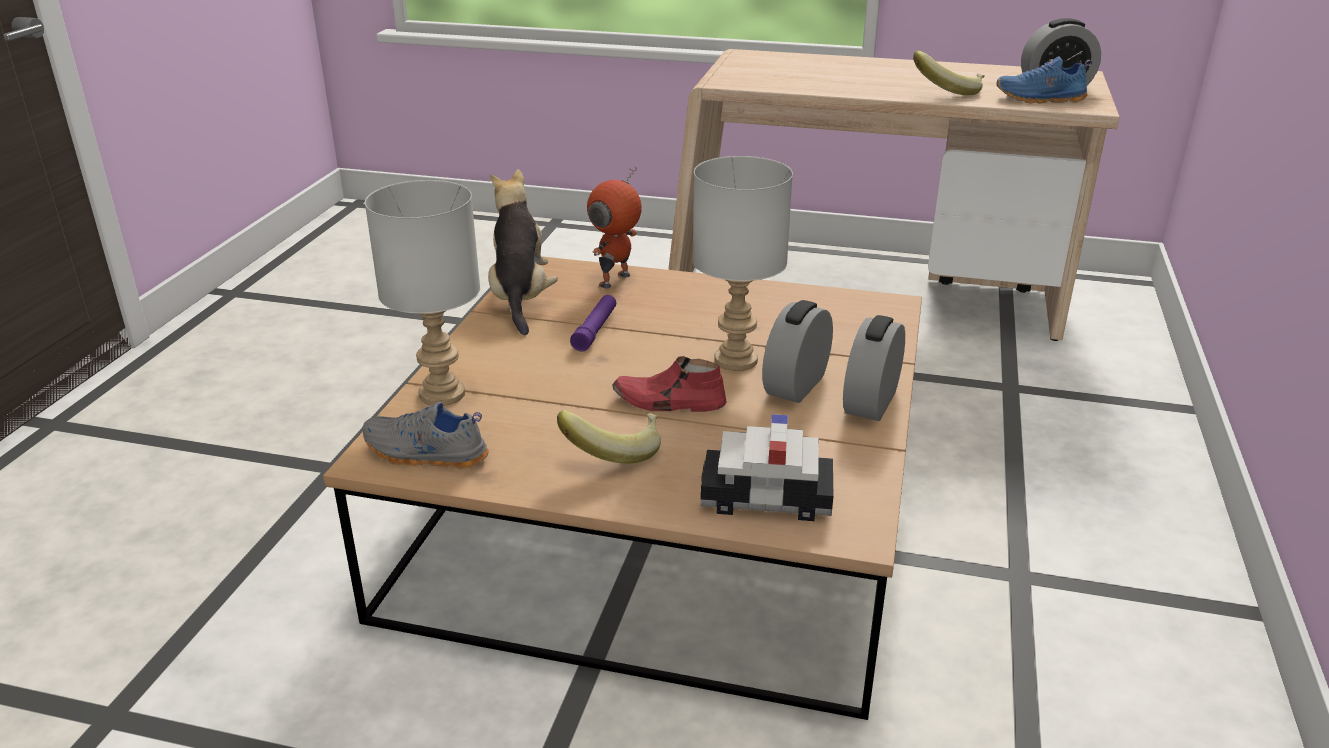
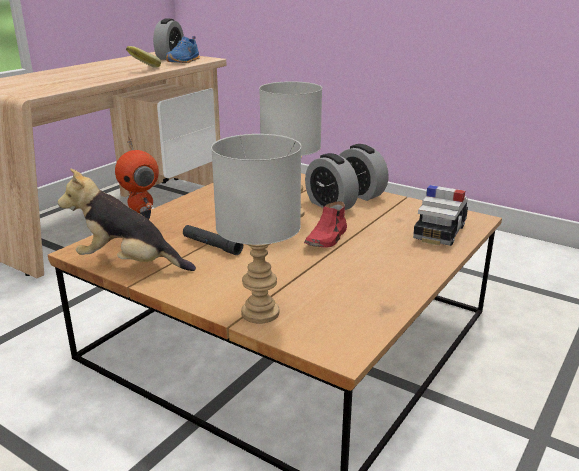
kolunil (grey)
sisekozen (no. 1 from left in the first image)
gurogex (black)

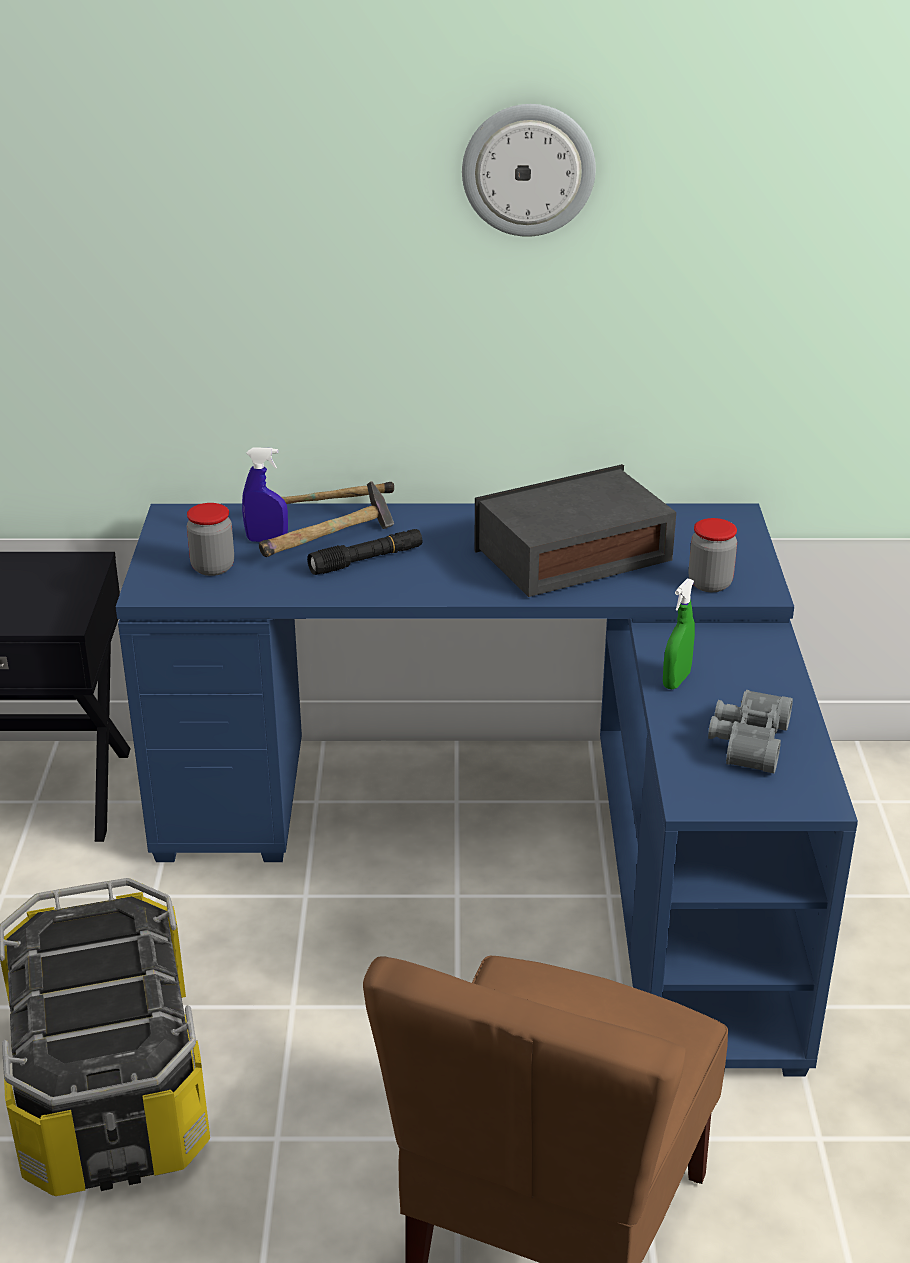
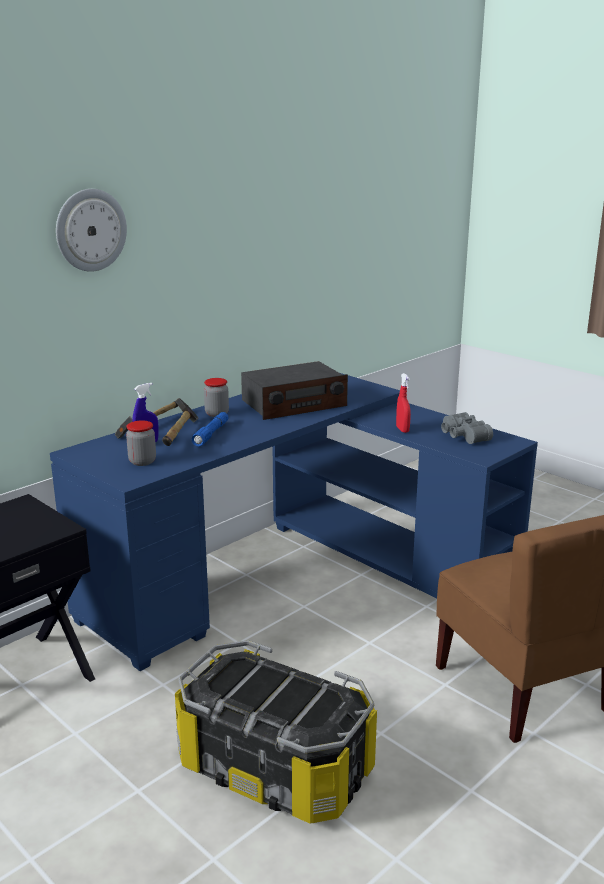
gurogex (blue)
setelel
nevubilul
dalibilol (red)
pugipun (no. 2 from left)

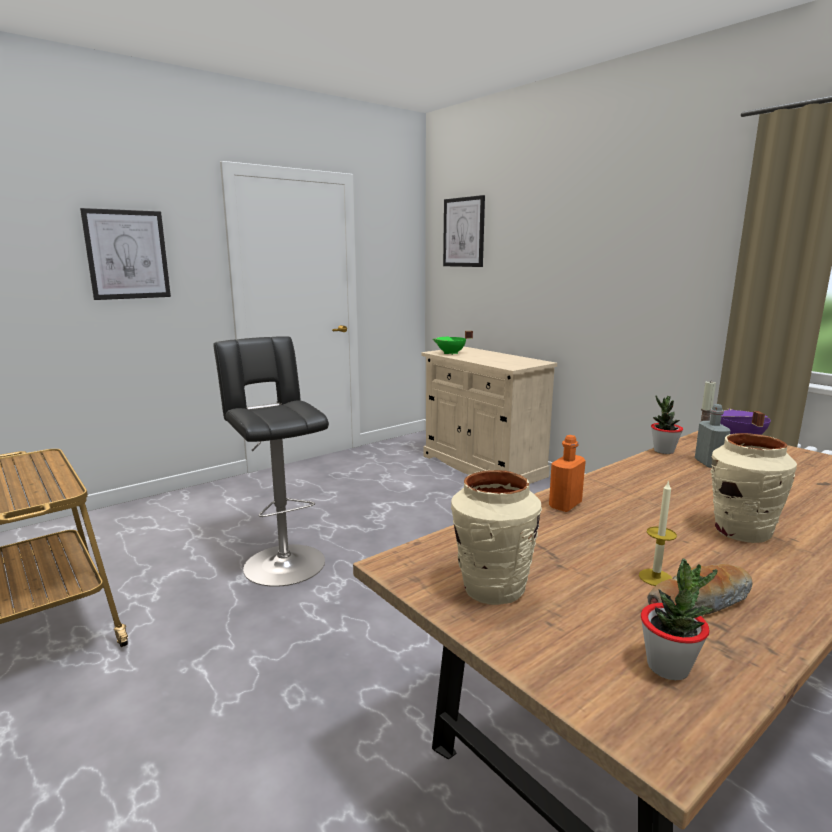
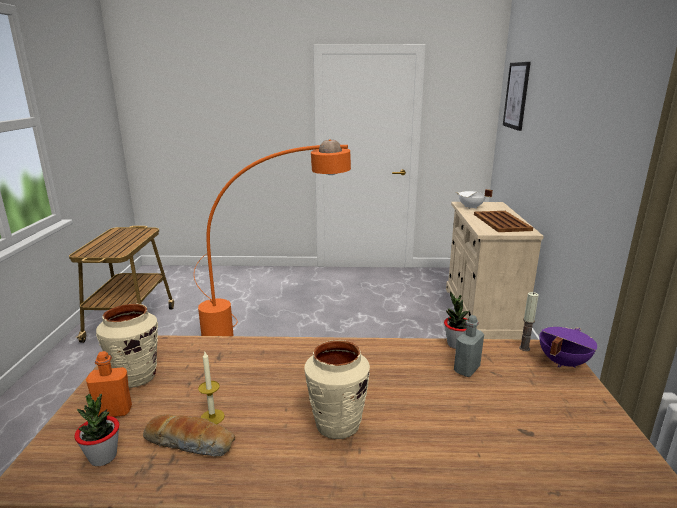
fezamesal (no. 1 from left in the first image)
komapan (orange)
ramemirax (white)
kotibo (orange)
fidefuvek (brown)

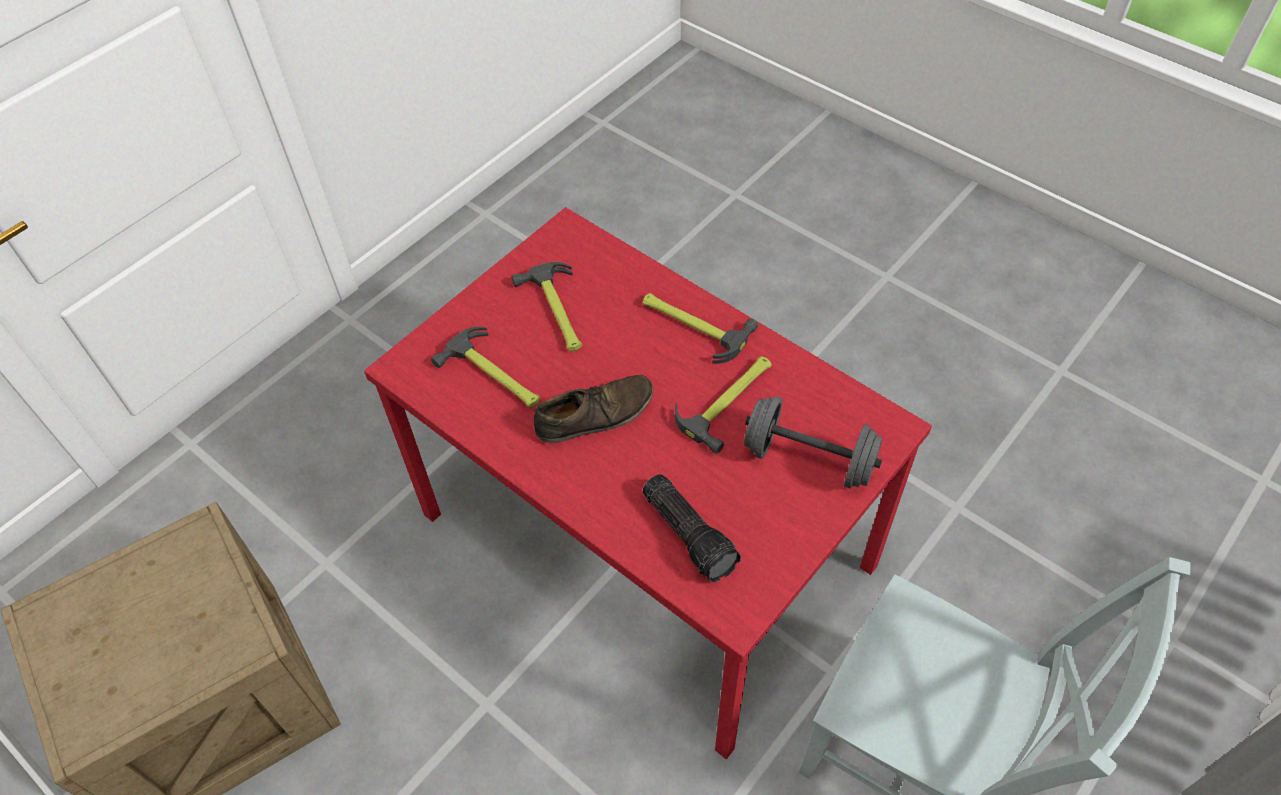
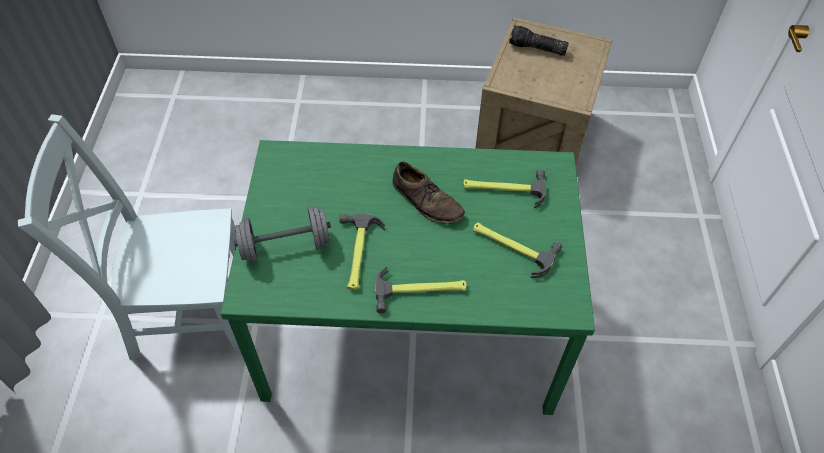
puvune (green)
kolunil (brown)
gurogex

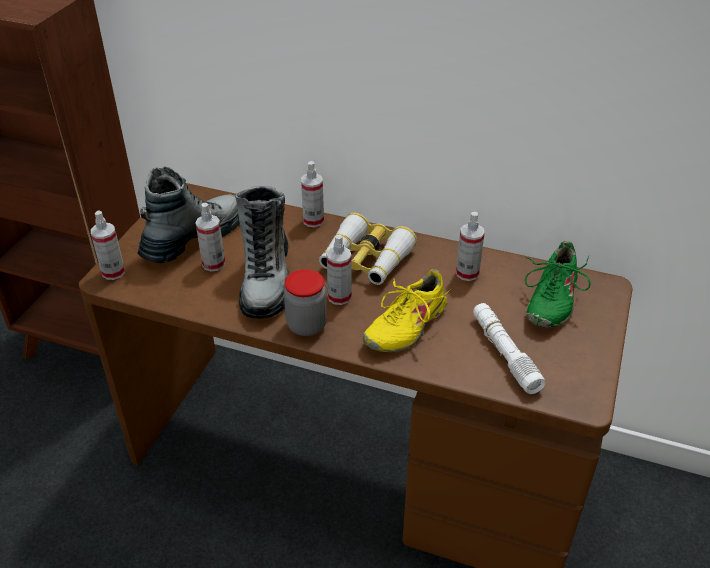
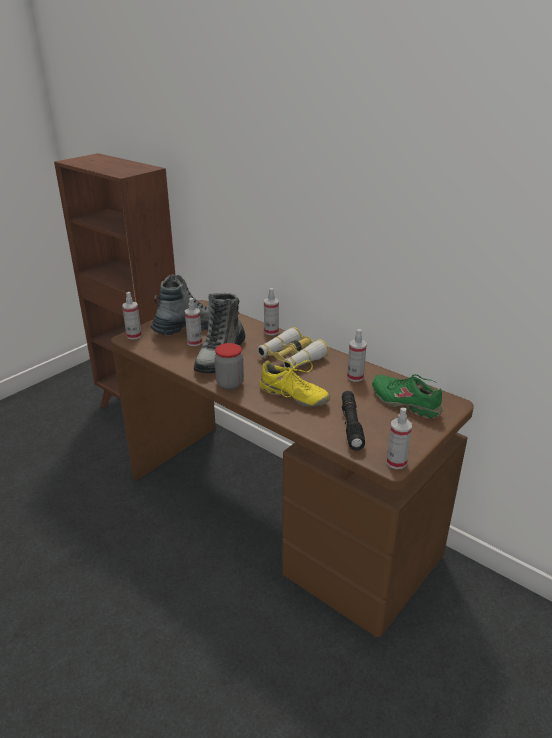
dalibilol (no. 5 from left)
kolunil (yellow)
gurogex (black)
kolunil (green)

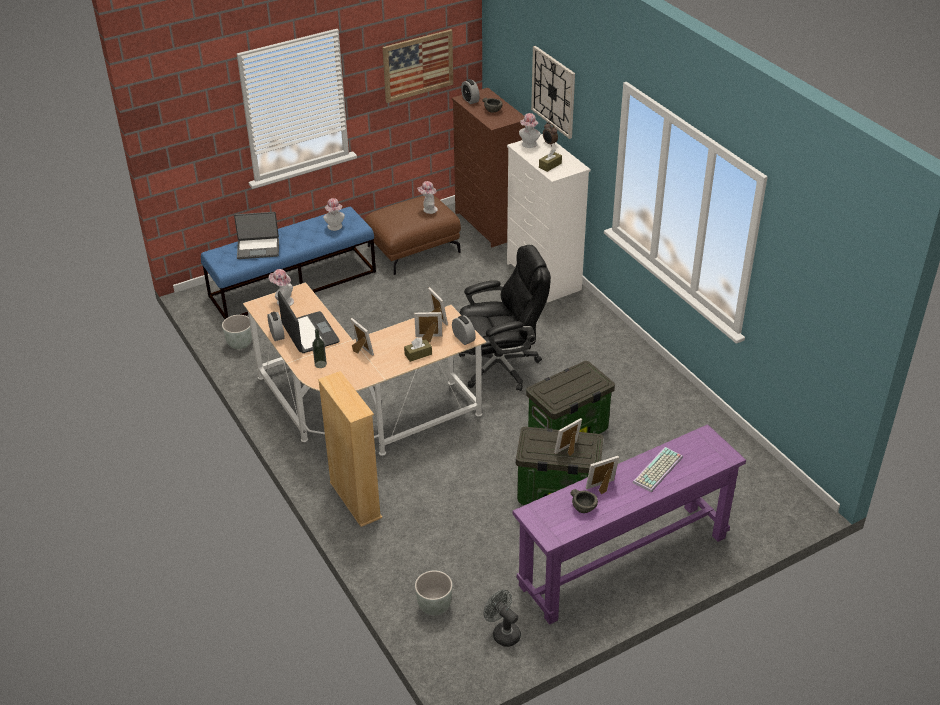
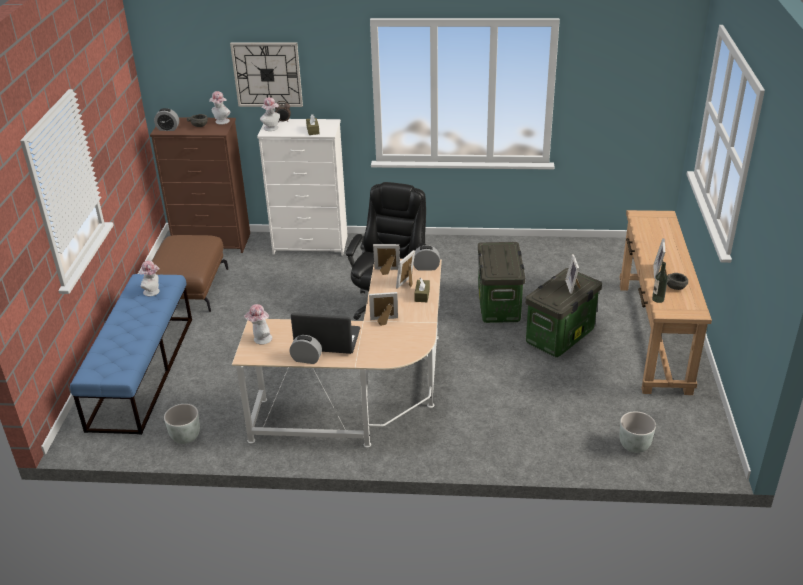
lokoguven (no. 1 from left in the first image)
kotibo
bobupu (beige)
fezamesal
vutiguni (no. 2 from left)
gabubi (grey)
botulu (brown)
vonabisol

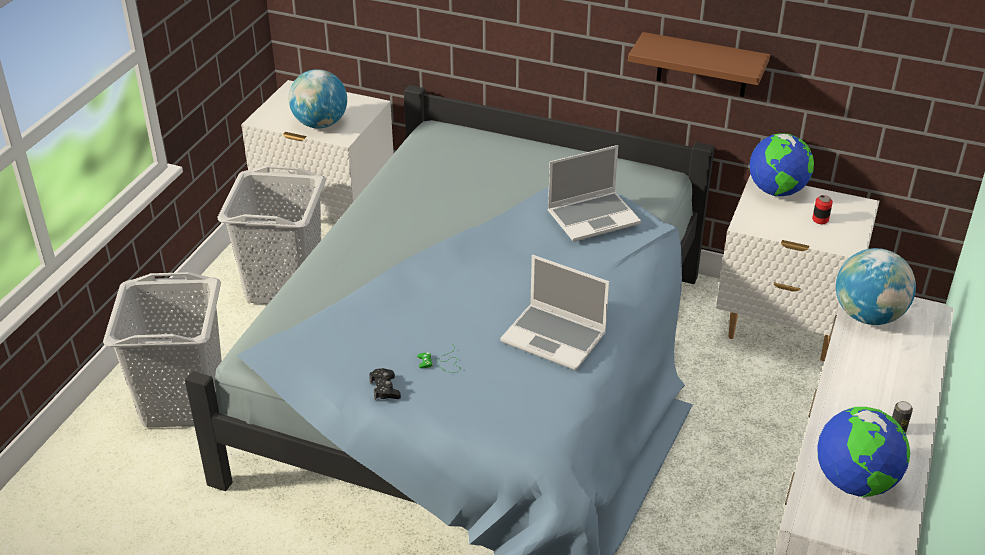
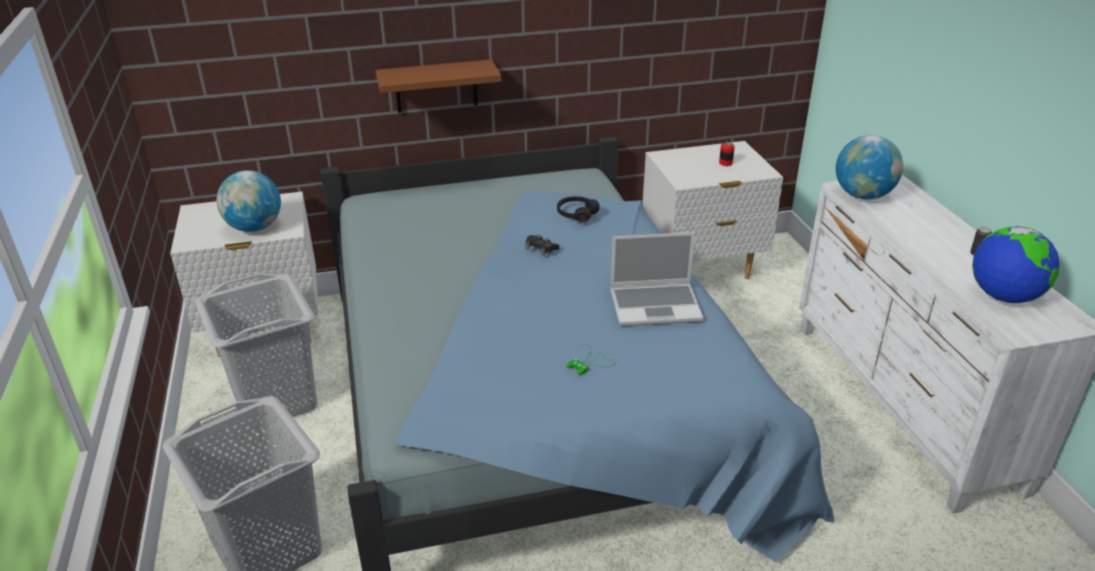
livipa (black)
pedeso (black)
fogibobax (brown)
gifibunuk (no. 2 from left in the first image)

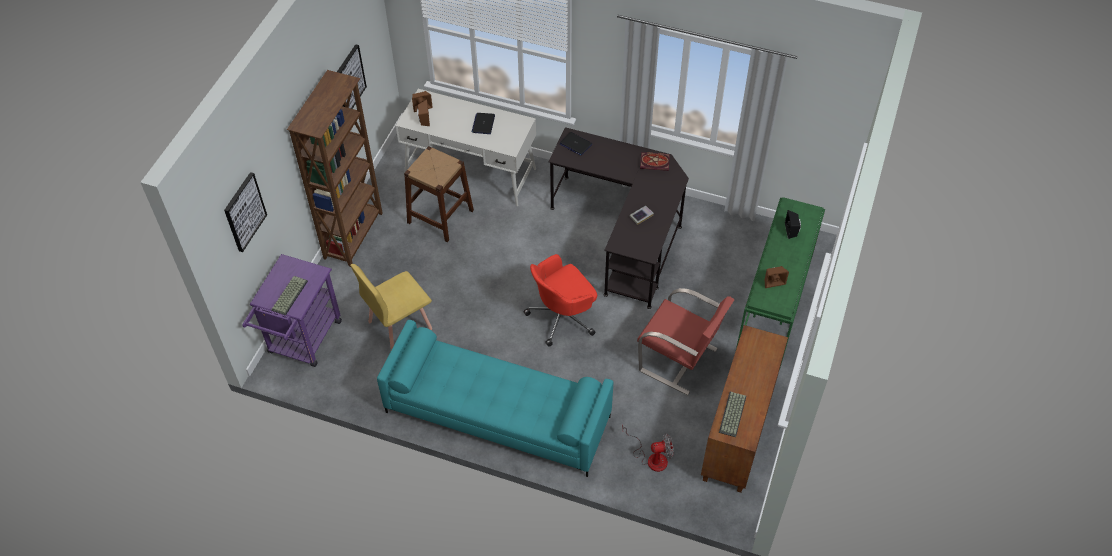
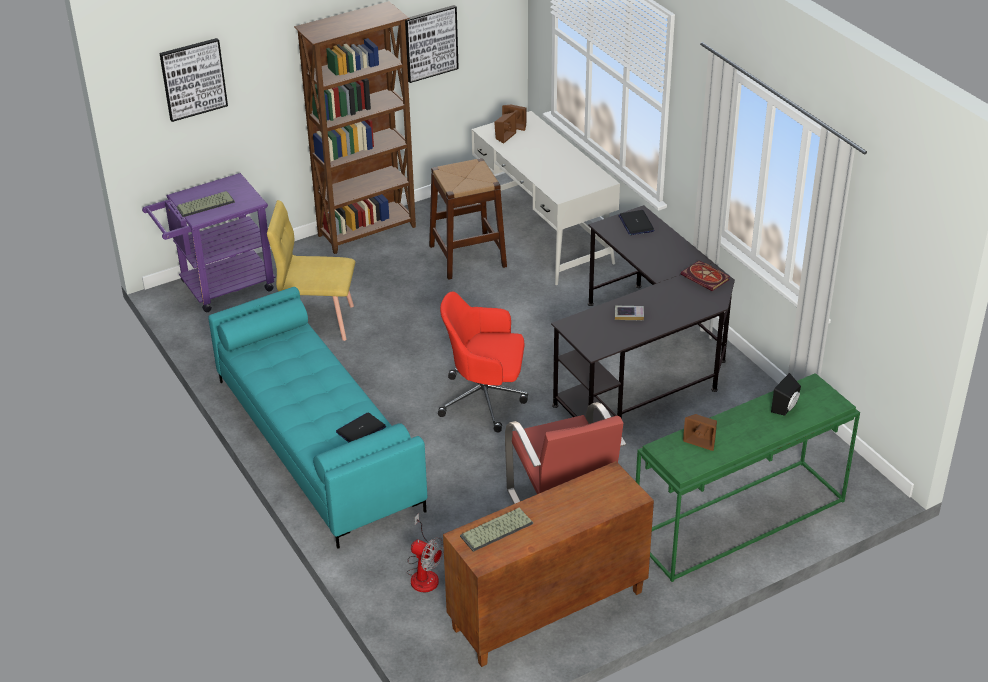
lokoguven (no. 1 from left)

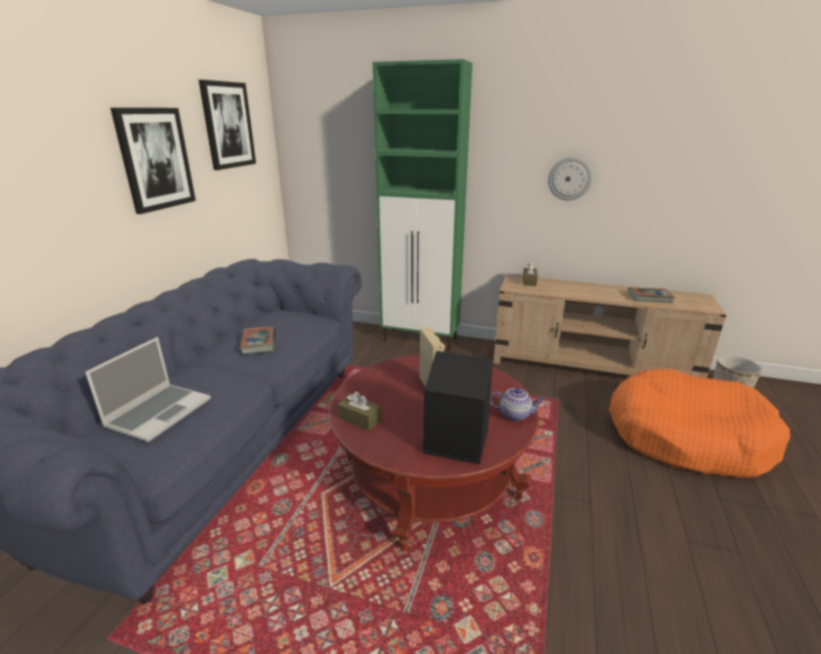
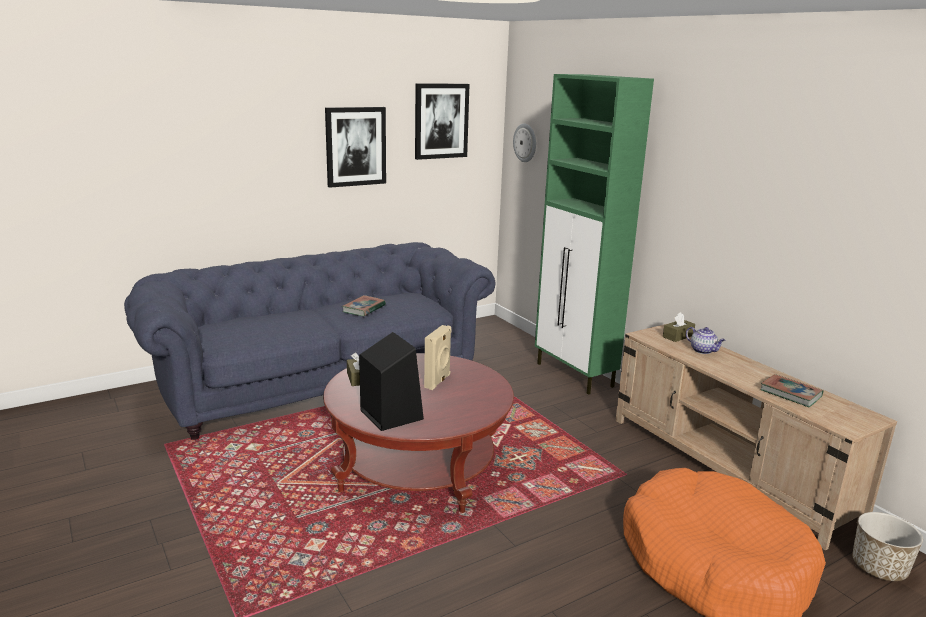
lokoguven
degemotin
setelel

